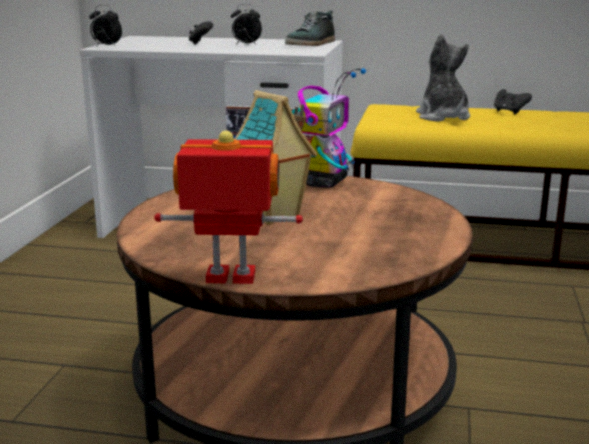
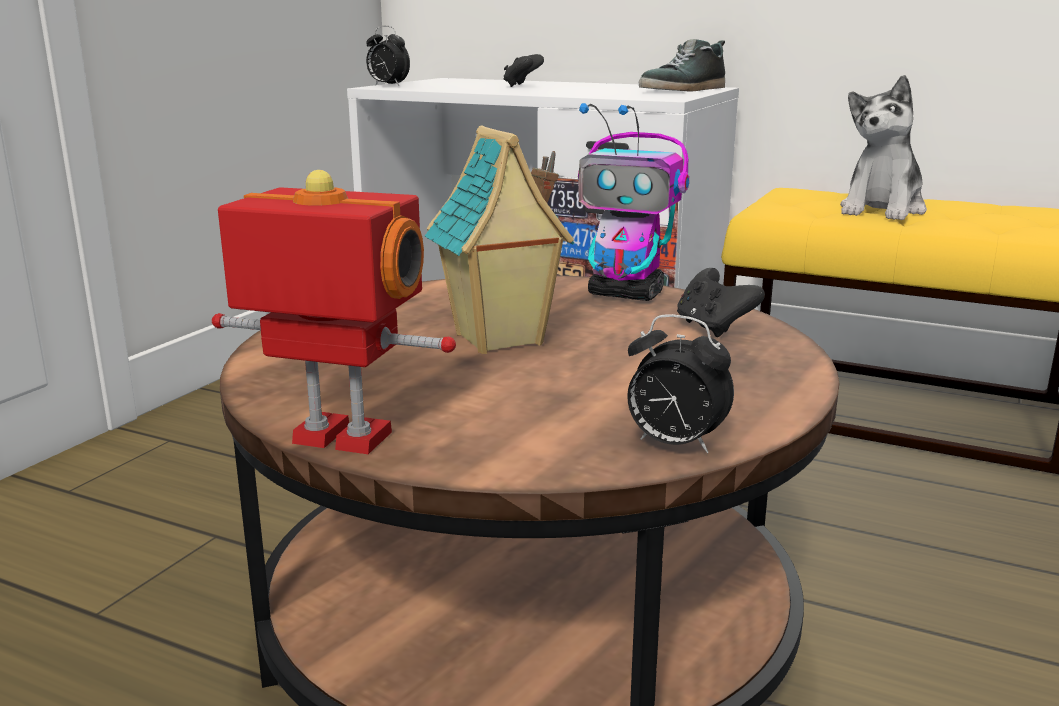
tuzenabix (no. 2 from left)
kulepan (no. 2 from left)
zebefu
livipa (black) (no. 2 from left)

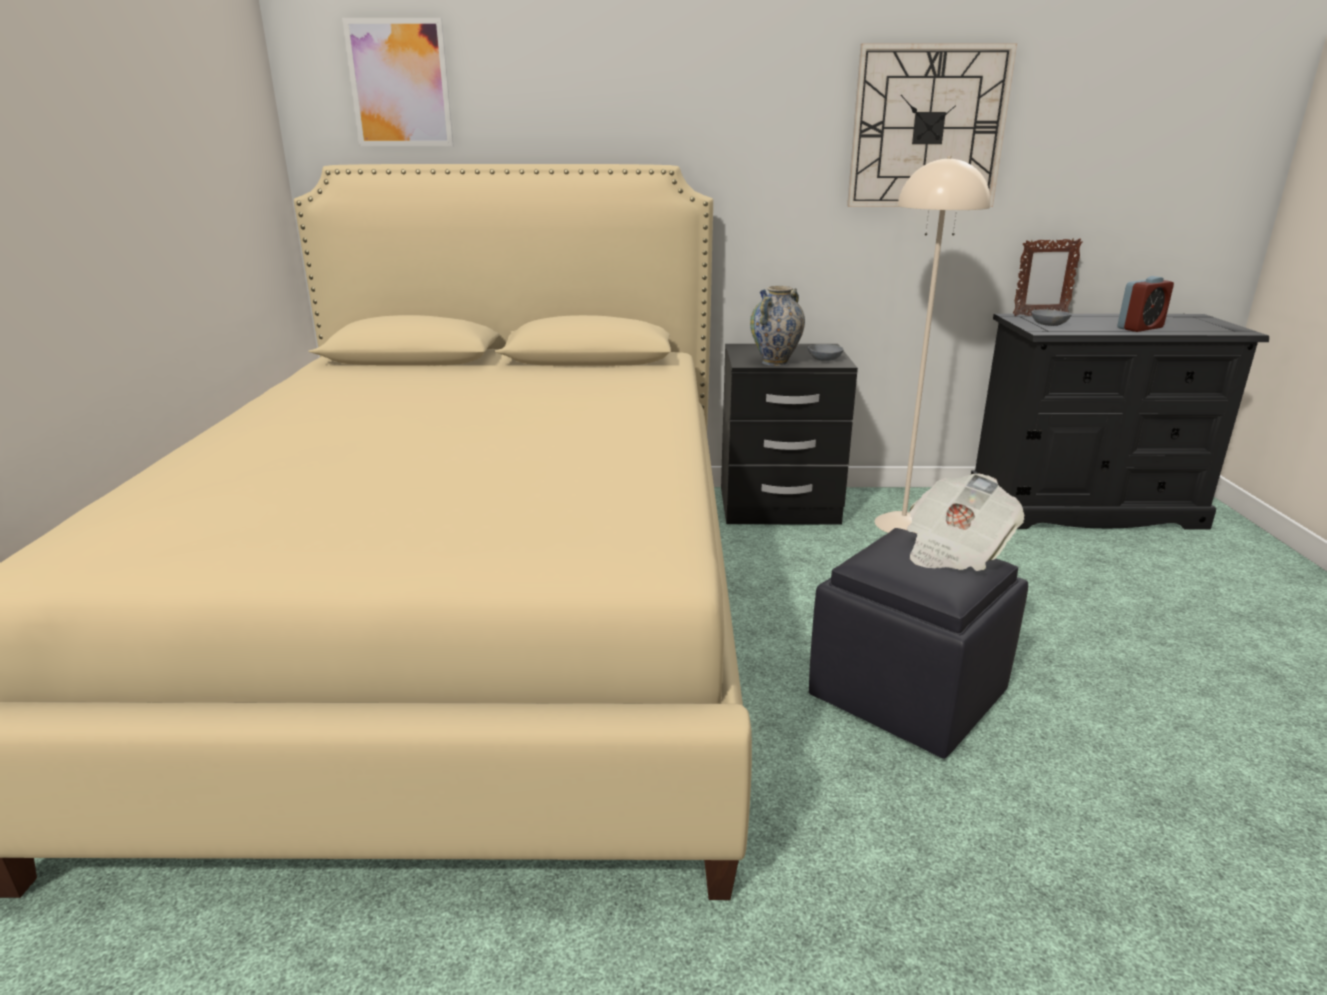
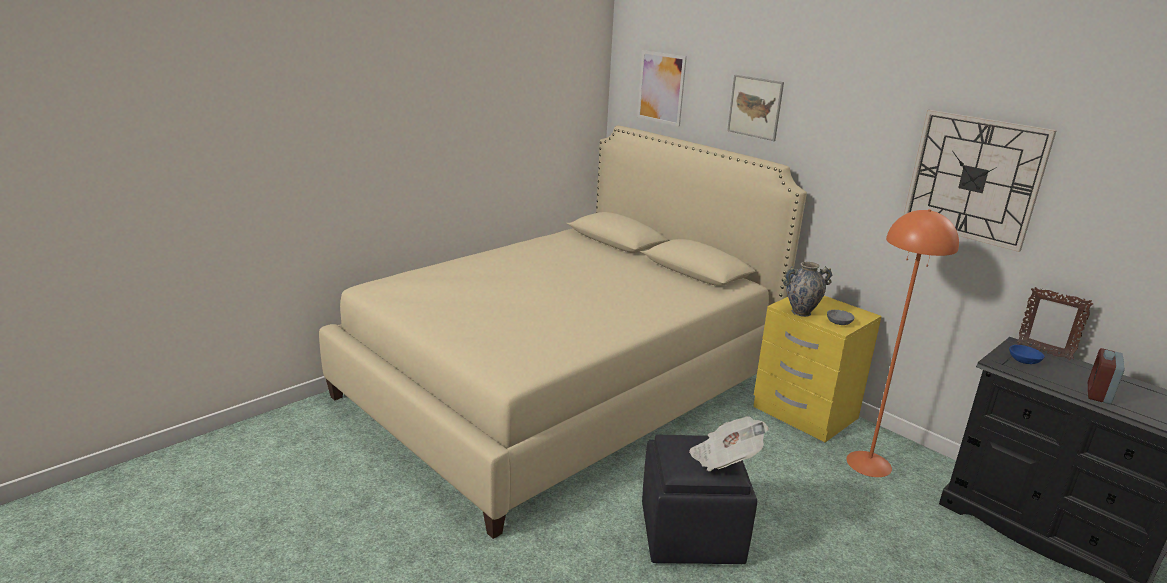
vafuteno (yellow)
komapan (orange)
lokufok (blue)
tuzenabix
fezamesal (no. 2 from left)

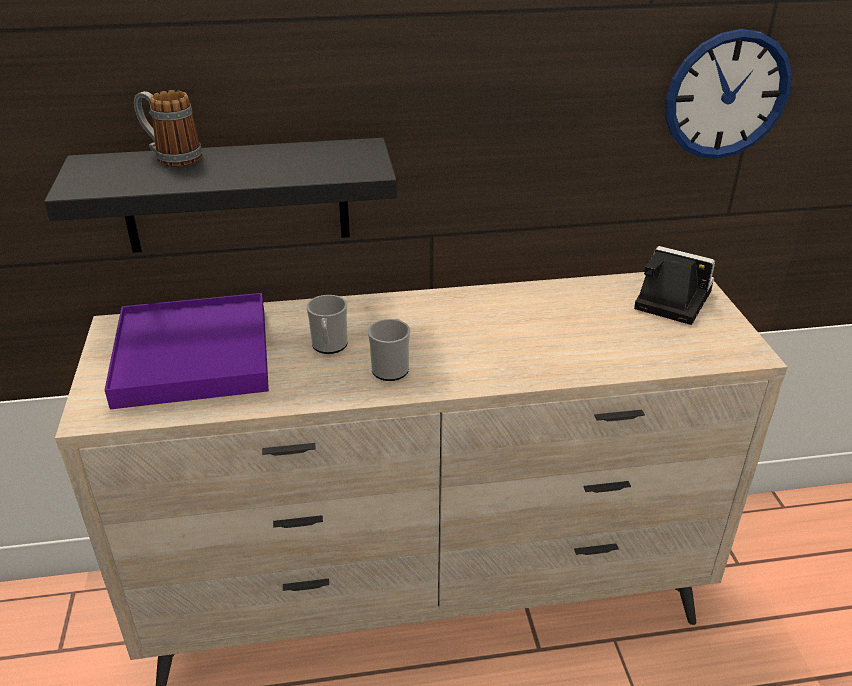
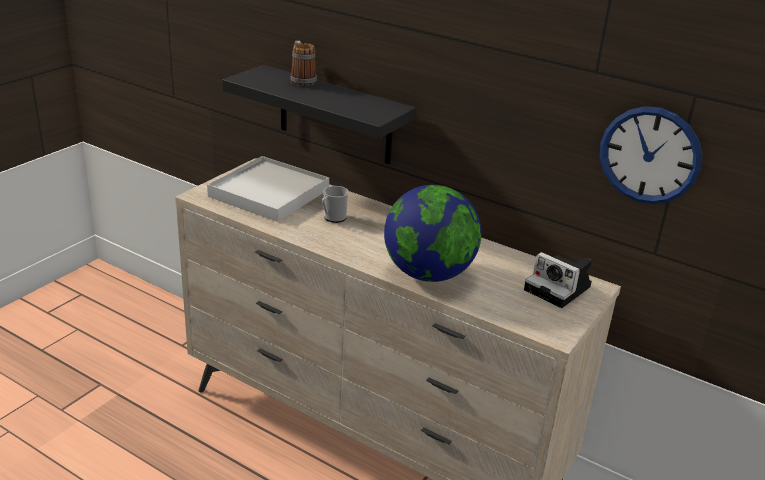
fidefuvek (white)
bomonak (no. 3 from left in the first image)
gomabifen
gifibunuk

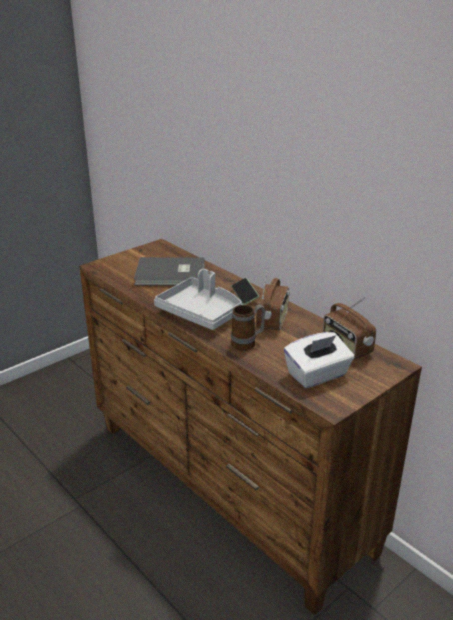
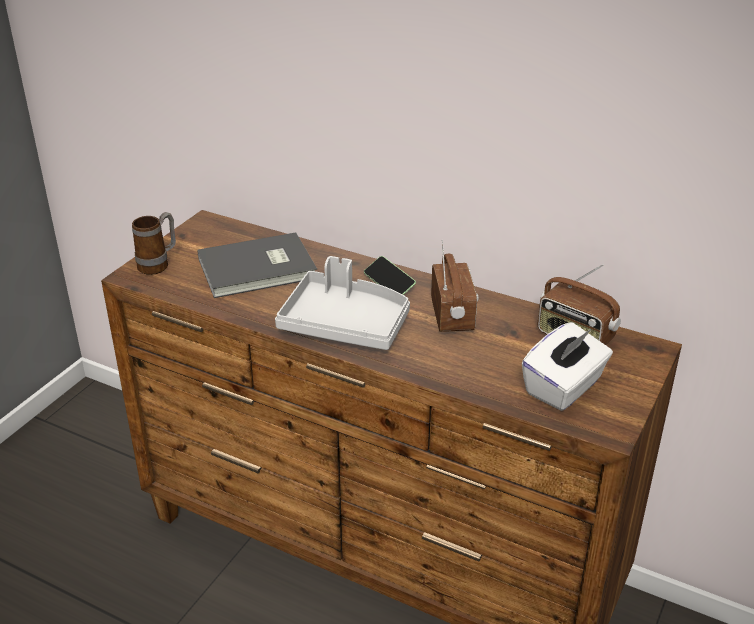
bomonak

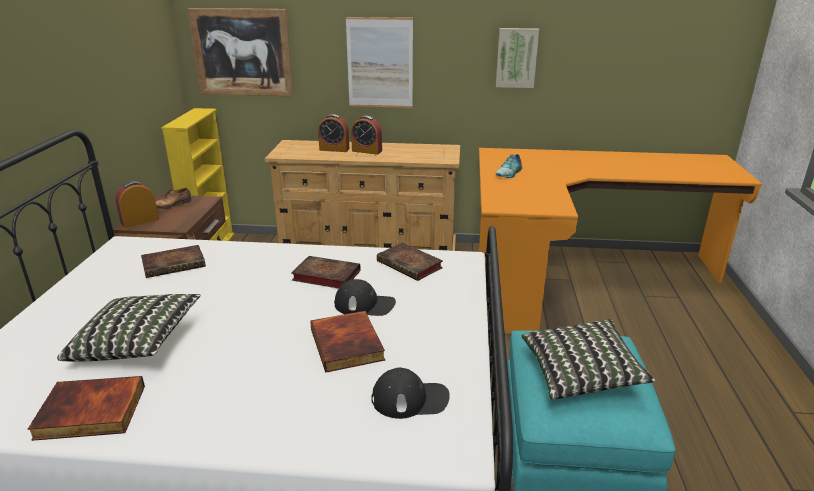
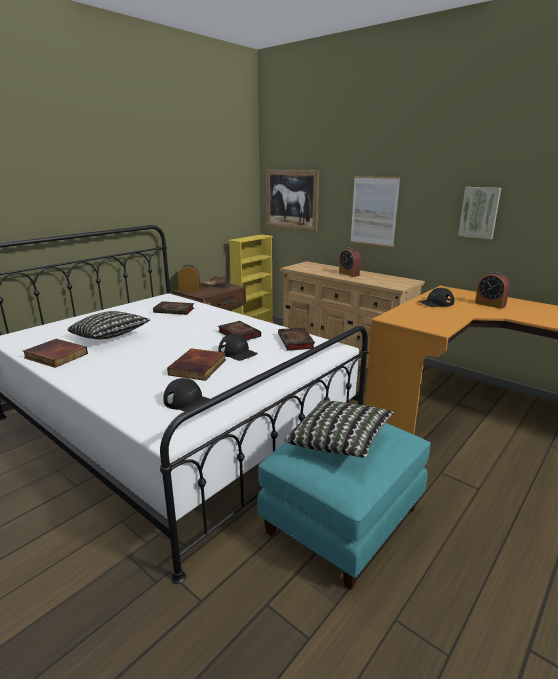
tuzenabix (no. 3 from left)
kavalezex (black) (no. 3 from left)

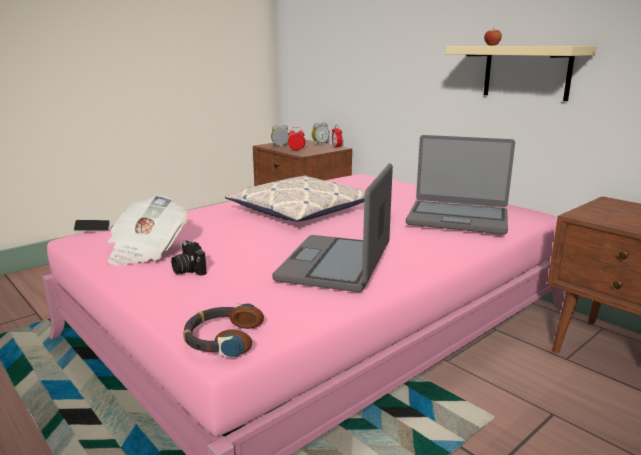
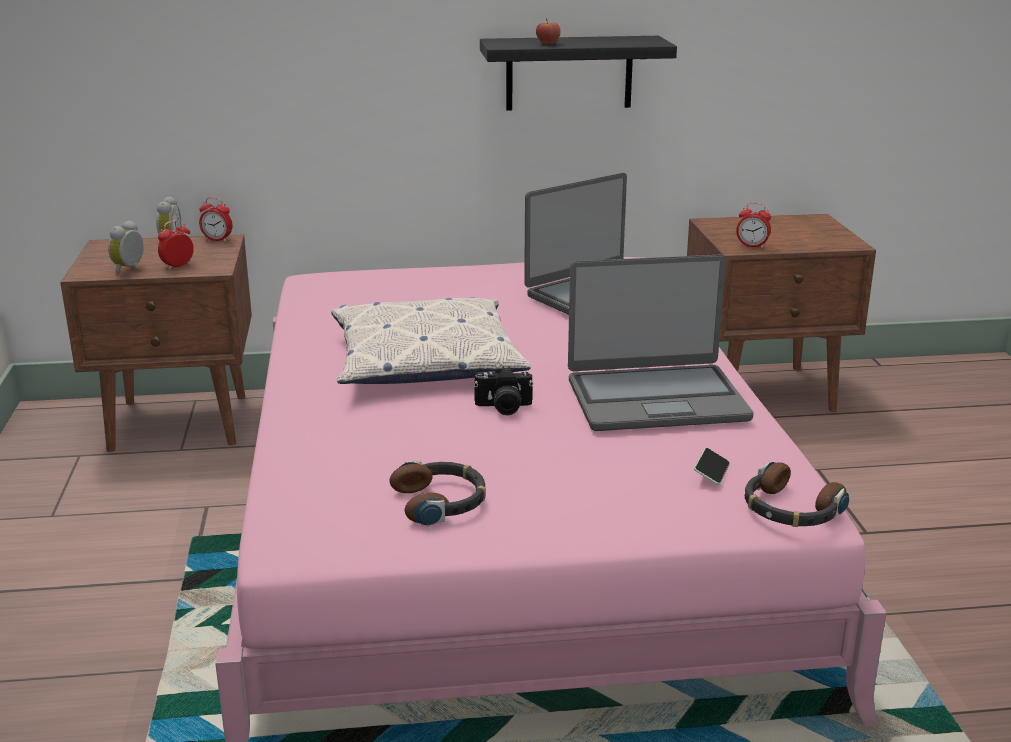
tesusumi
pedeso (no. 1 from left)
gomabifen
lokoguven (no. 2 from left)
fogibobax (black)
tuzenabix (no. 5 from left)

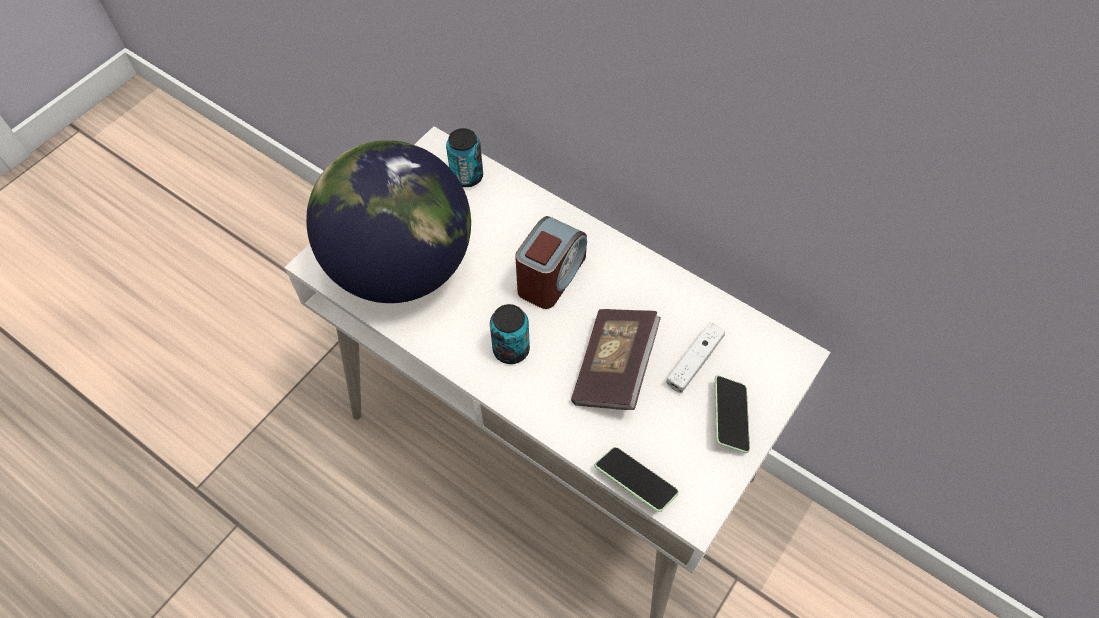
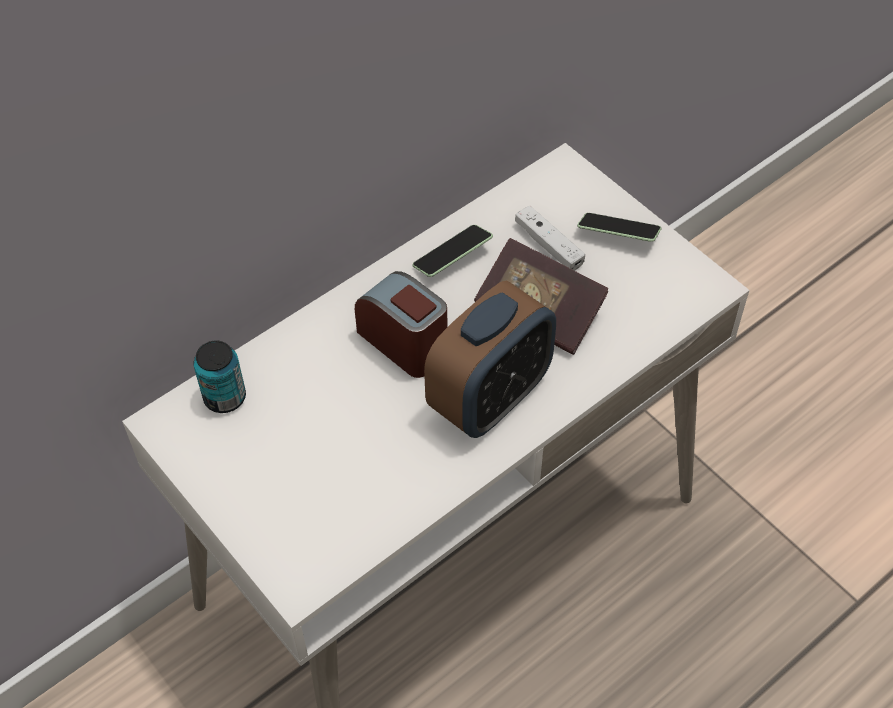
gifibunuk
tuzenabix (no. 2 from left)
tesusumi (no. 1 from left)

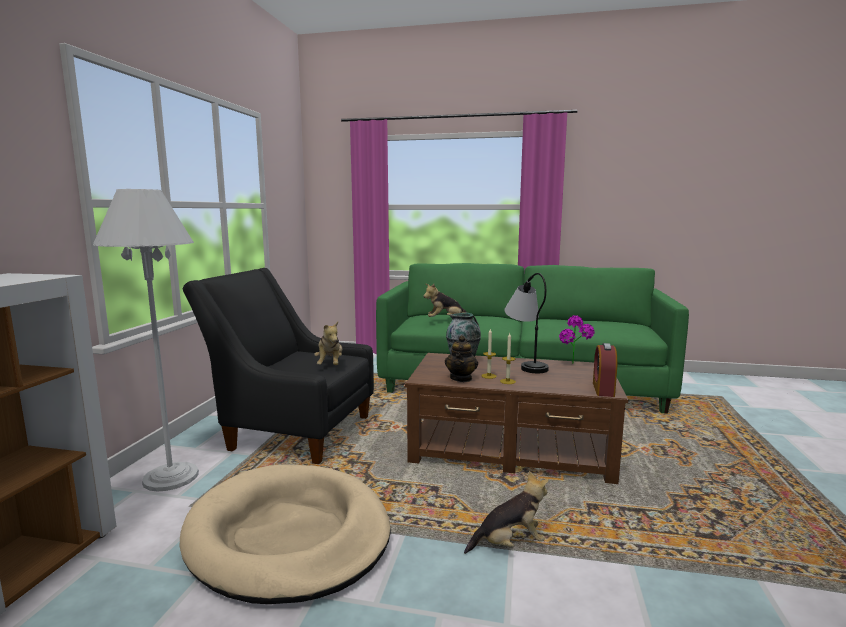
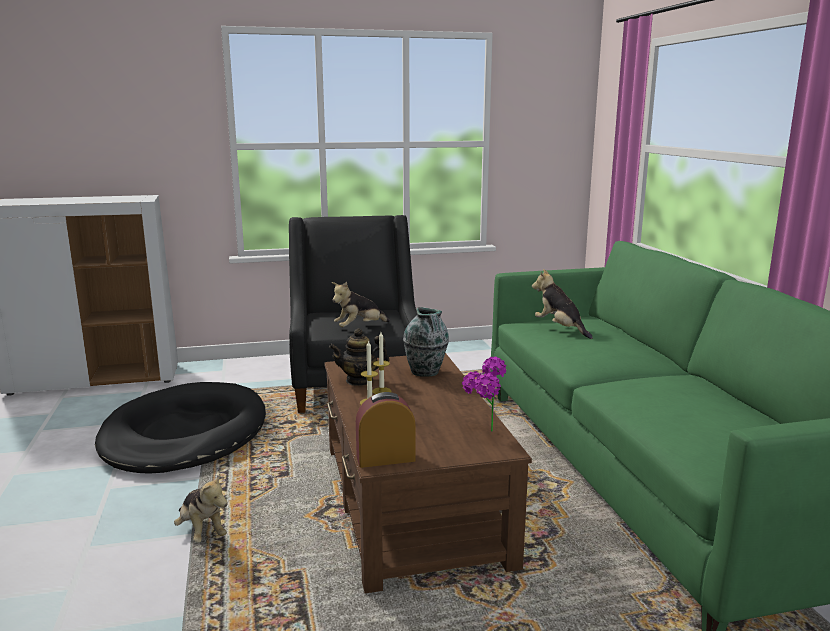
komapan (white)
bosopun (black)
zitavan

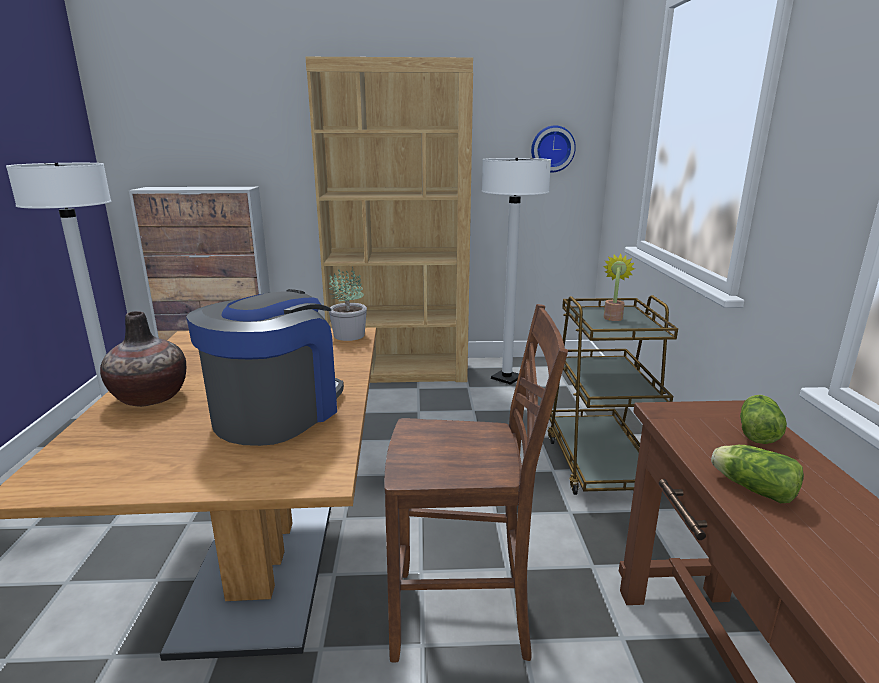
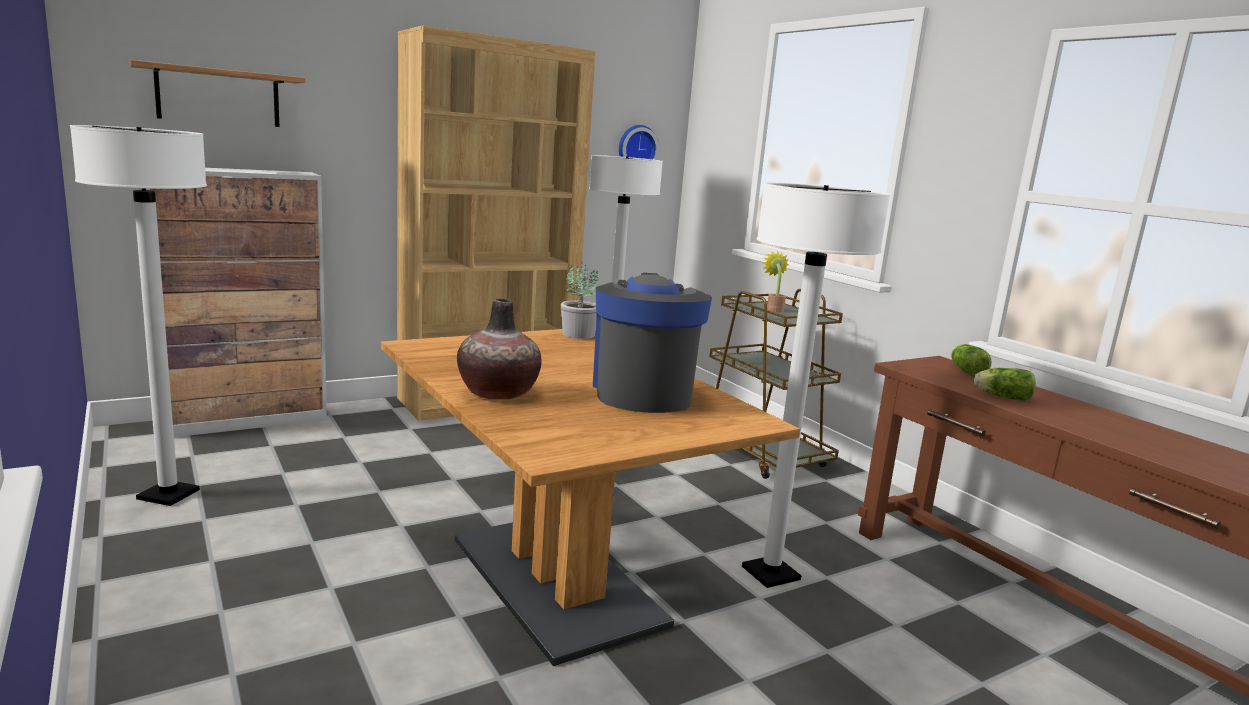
komapan (white) (no. 3 from left)
fogibobax

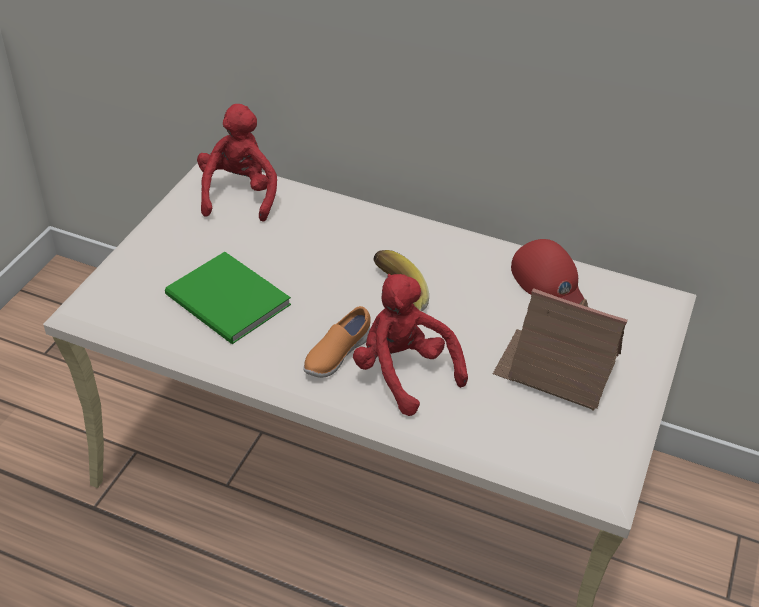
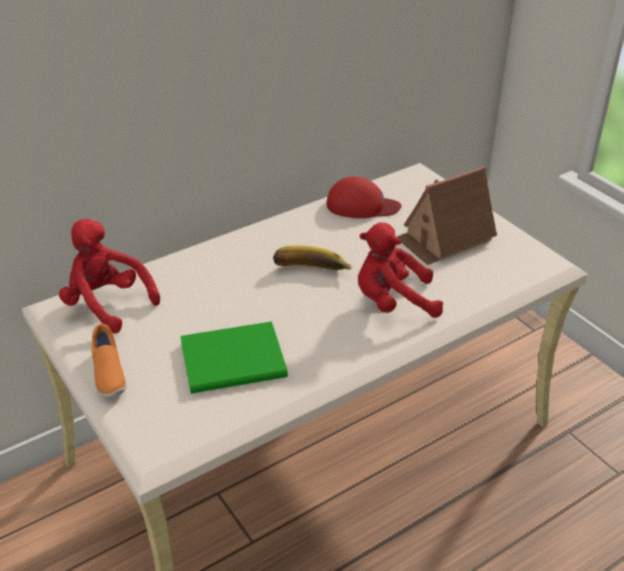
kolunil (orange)

